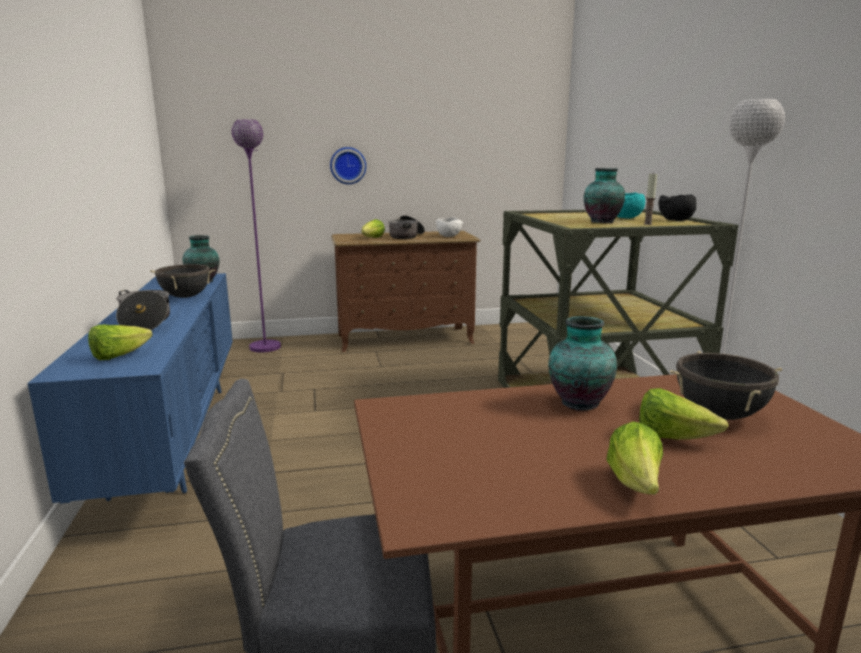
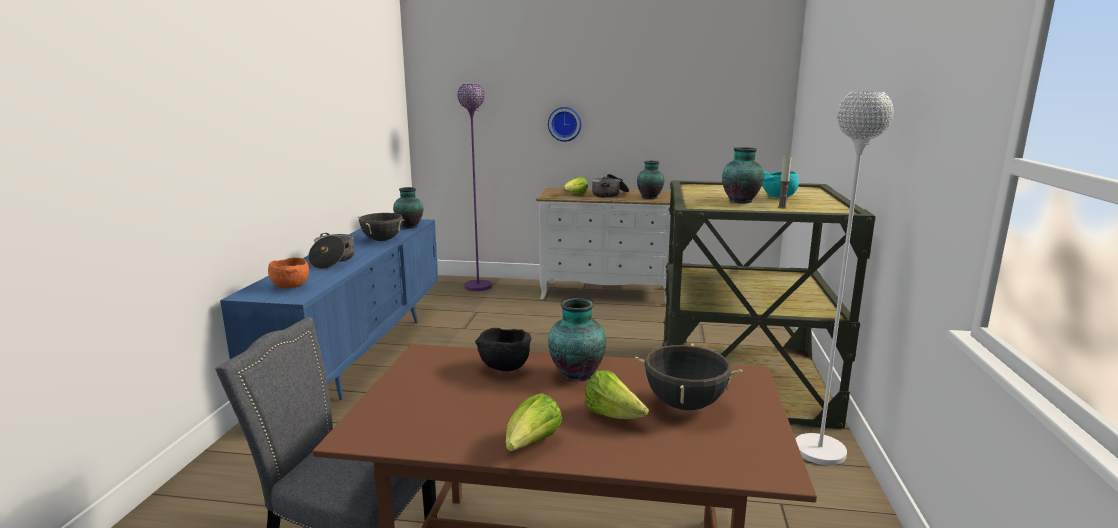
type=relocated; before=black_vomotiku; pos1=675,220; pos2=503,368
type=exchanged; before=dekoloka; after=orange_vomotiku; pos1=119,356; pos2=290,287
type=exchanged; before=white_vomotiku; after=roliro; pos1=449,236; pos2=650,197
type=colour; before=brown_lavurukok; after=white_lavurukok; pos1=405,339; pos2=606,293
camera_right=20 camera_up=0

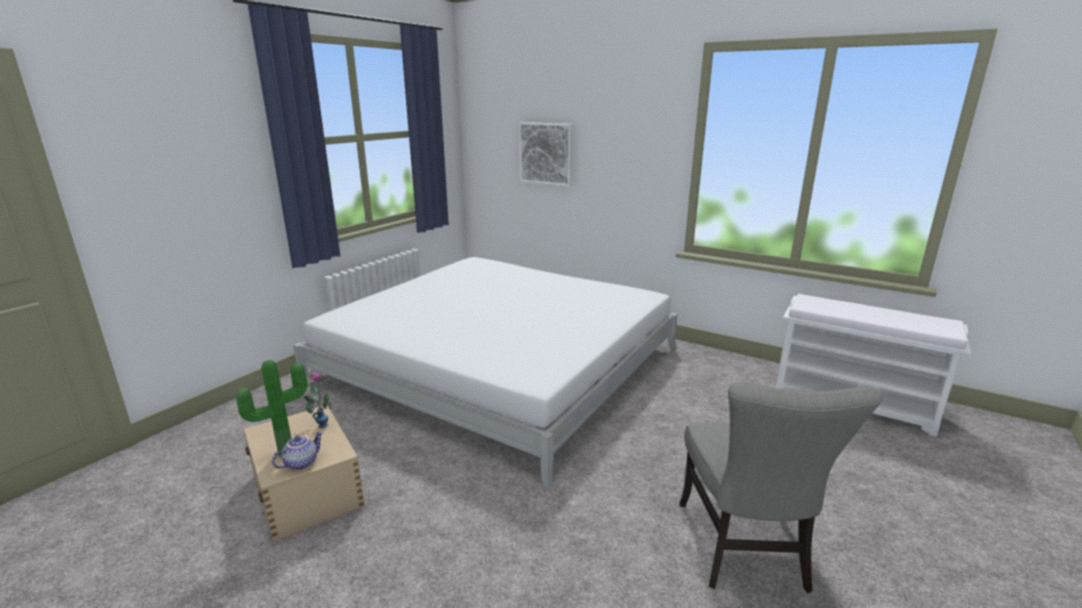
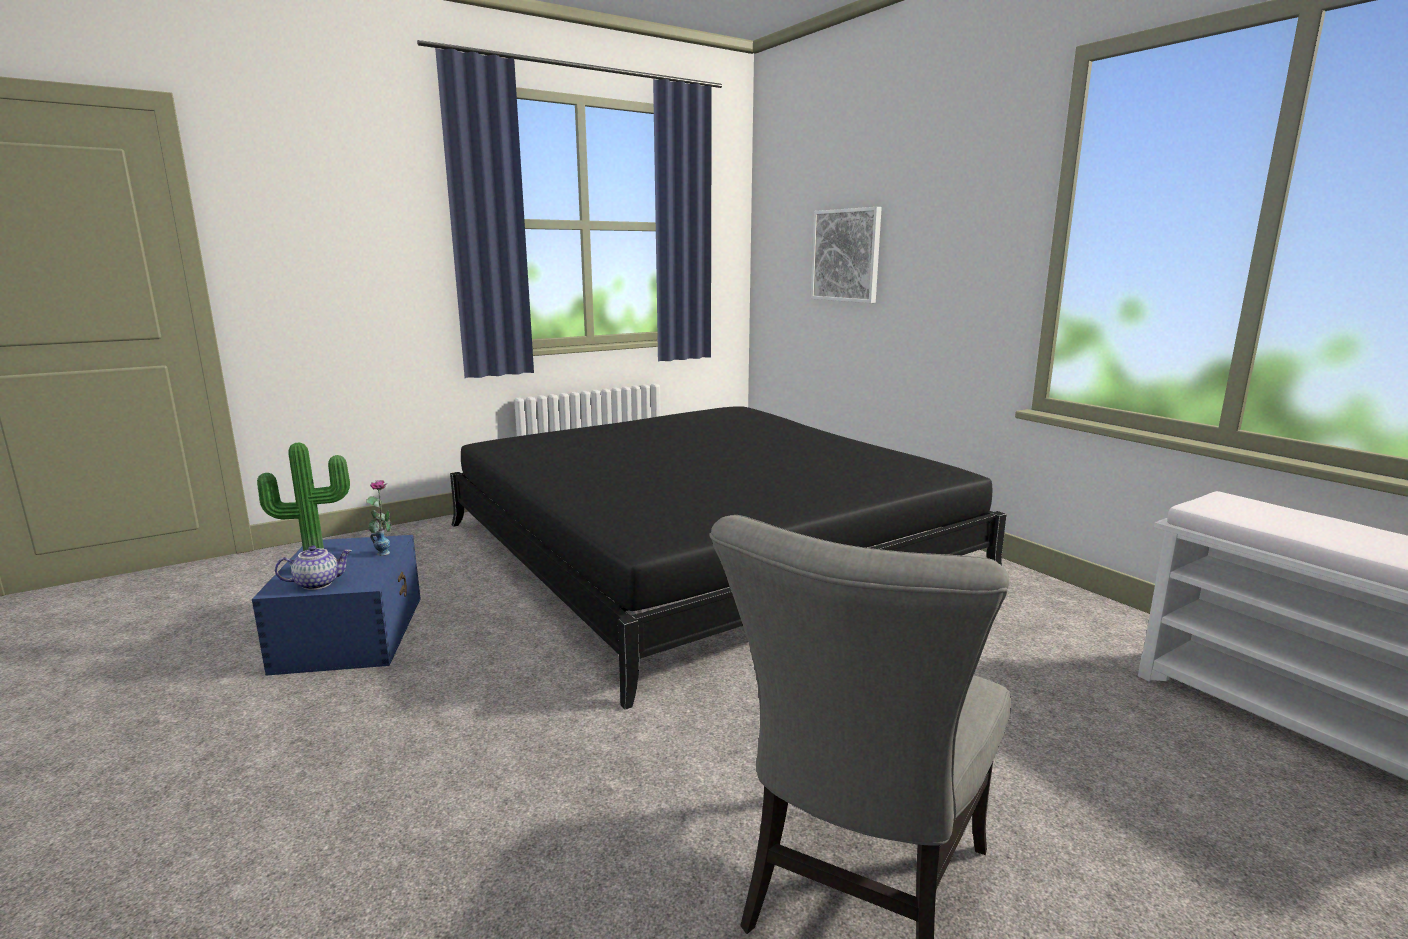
type=colour; before=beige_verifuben; after=blue_verifuben; pos1=307,489; pos2=352,632
type=colour; before=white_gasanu; after=black_gasanu; pos1=499,365; pos2=704,548
camera_right=25 camera_up=-5

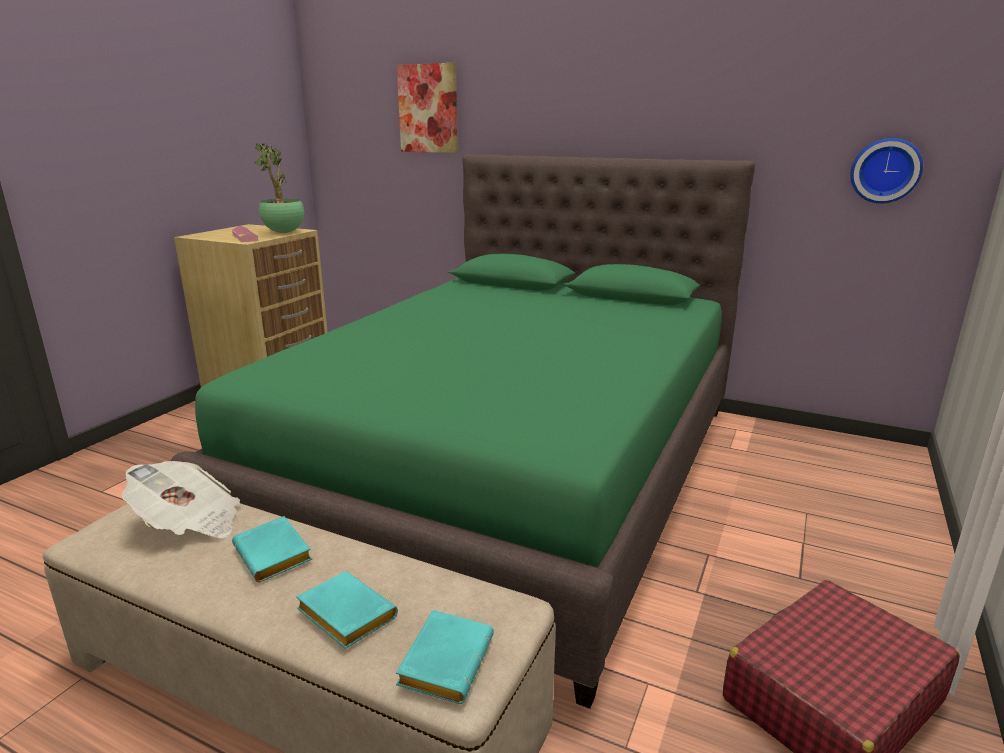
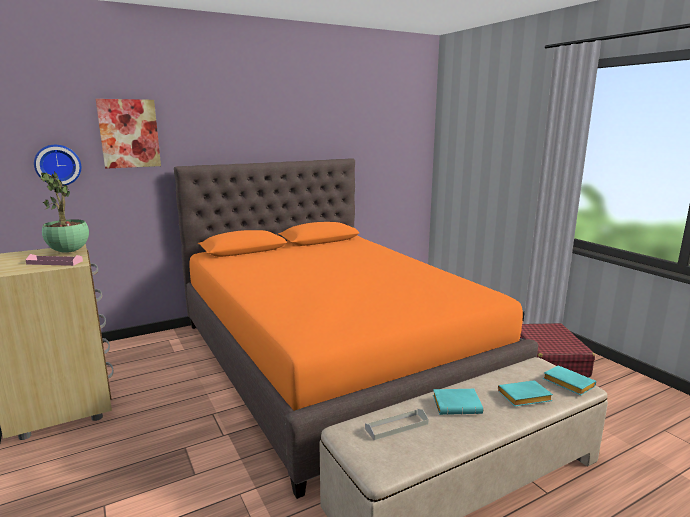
type=relocated; before=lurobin; pos1=885,170; pos2=58,165
type=exchanged; before=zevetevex; after=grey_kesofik; pos1=189,523; pos2=396,426
type=colour; before=green_gasanu; after=orange_gasanu; pos1=510,471; pos2=332,359
camera_right=-55 camera_up=-5

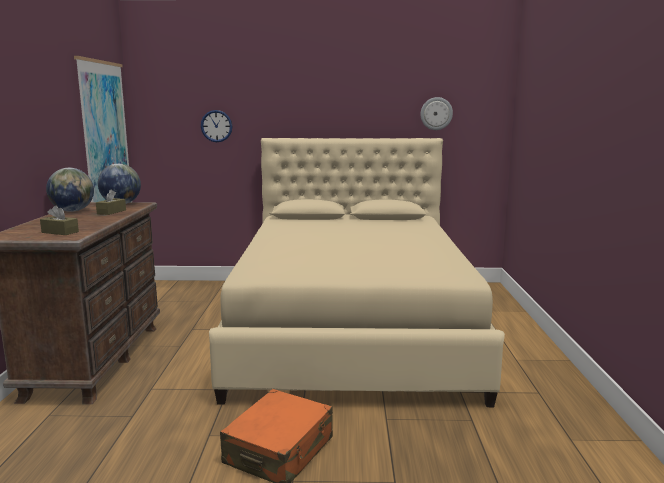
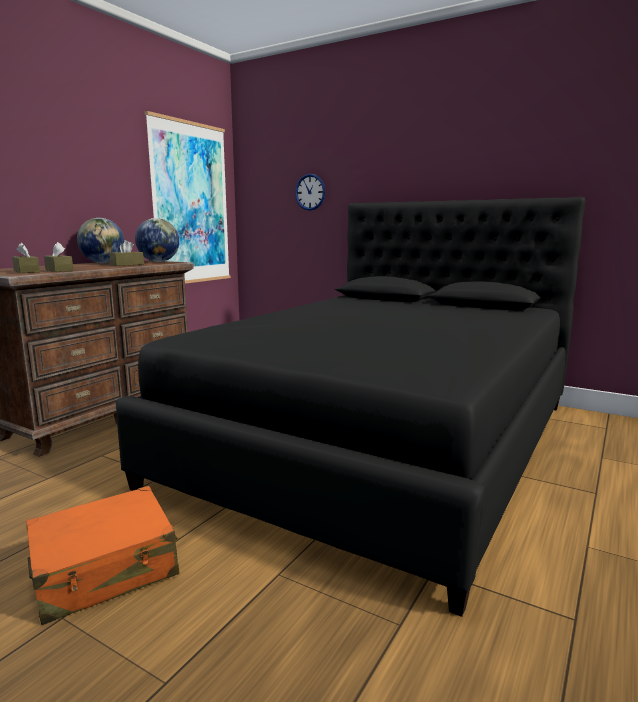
type=missing; before=lurobin; pos1=436,113
type=appeared; after=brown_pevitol; pos2=59,270
type=colour; before=beige_gasanu; after=black_gasanu; pos1=352,328; pos2=383,441
camera_right=30 camera_up=0

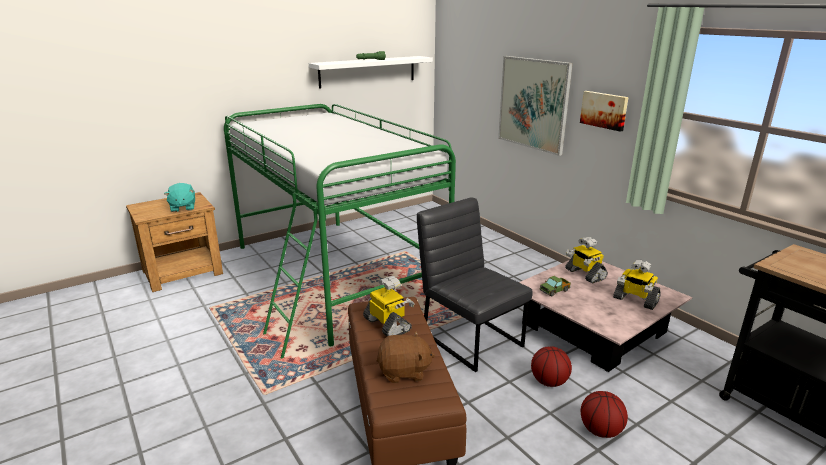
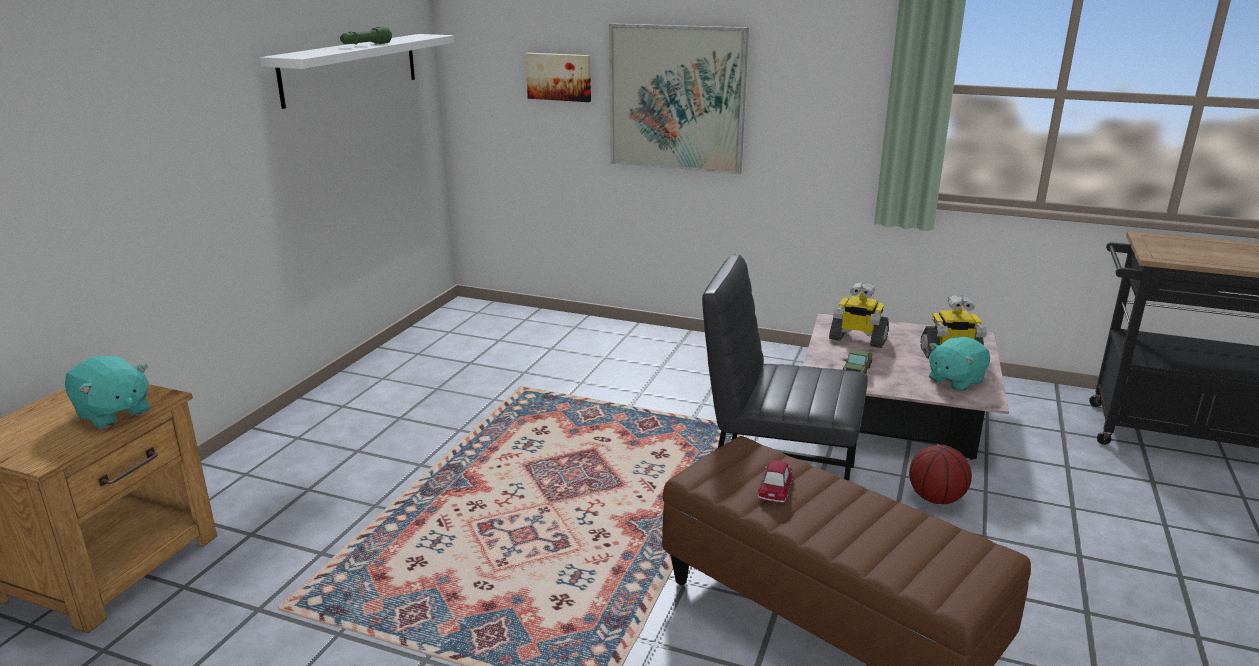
type=missing; before=green_gasanu; pos1=334,274
type=missing; before=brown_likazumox; pos1=404,372
type=missing; before=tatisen; pos1=601,431
type=appeared; after=turquoise_likazumox; pos2=955,380
type=relocated; before=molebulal; pos1=604,110; pos2=559,76
type=exchanged; before=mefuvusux; after=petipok; pos1=388,325; pos2=775,488
camera_right=-35 camera_up=0

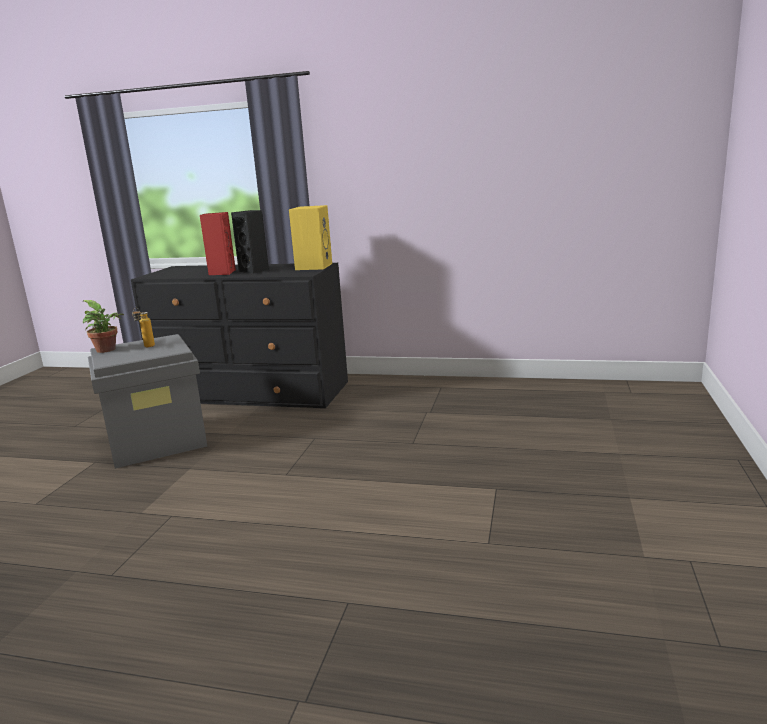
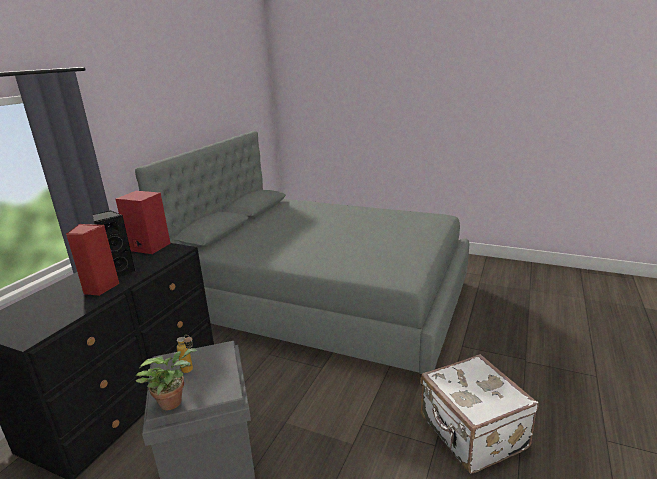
type=appeared; after=grey_gasanu; pos2=323,301
type=appeared; after=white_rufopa; pos2=471,433
type=colour; before=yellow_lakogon; after=red_lakogon; pos1=313,266; pos2=148,247
camera_right=-80 camera_up=5

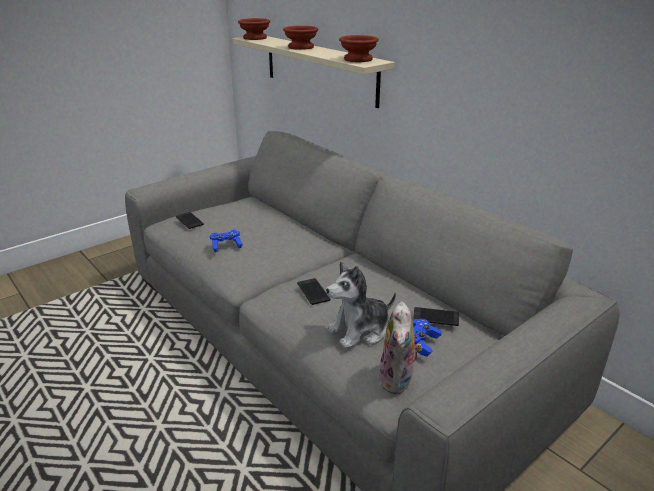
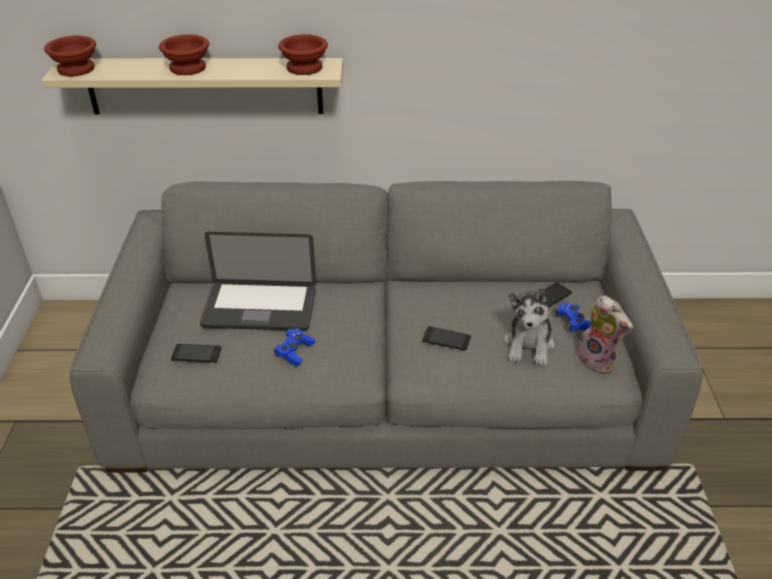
type=appeared; after=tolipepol; pos2=260,308
camera_right=-50 camera_up=10

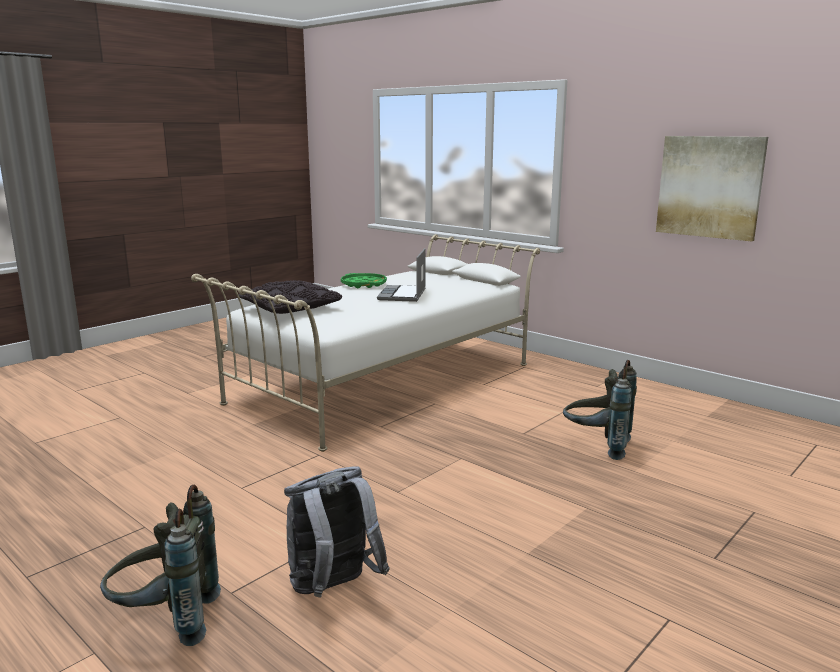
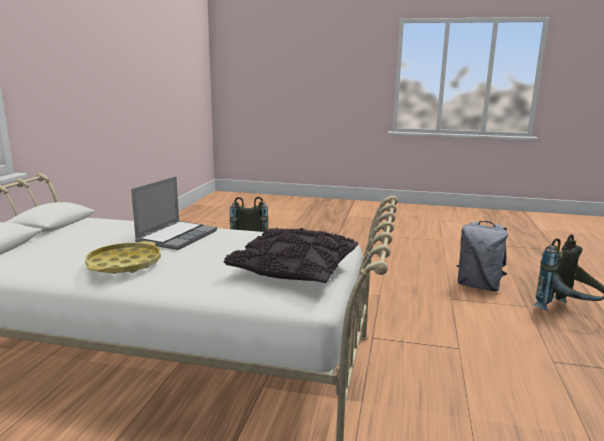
type=missing; before=molebulal; pos1=709,187
type=colour; before=green_kesofik; after=yellow_kesofik; pos1=363,284; pos2=124,264
type=spun; before=tolipepol; pos1=403,295; pos2=177,236; turn=-45
camera_right=-120 camera_up=0

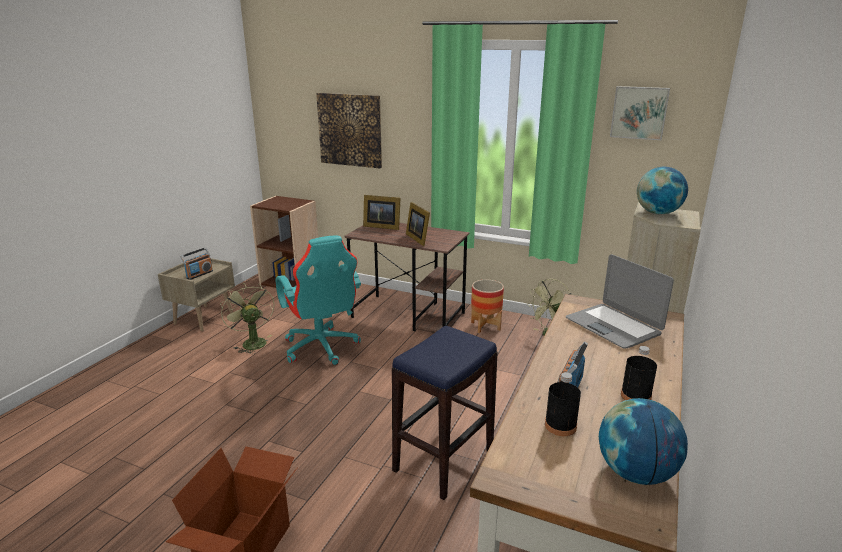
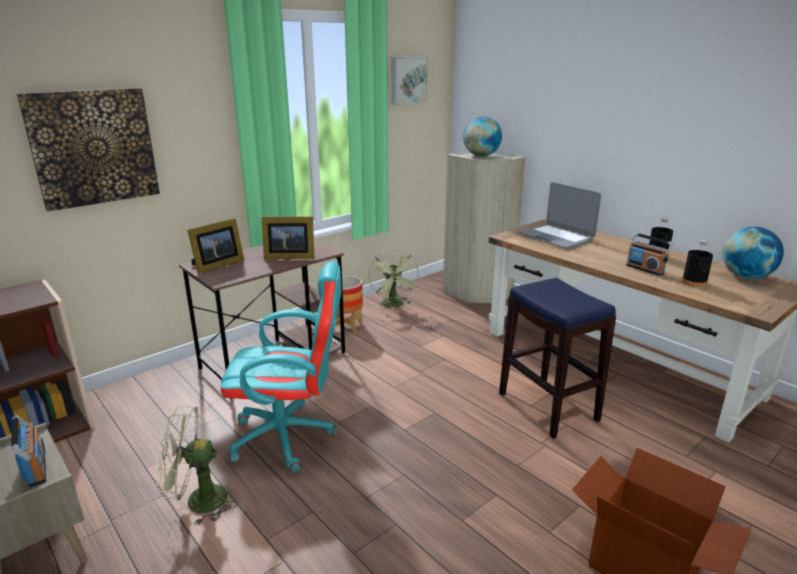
type=spun; before=tolipepol; pos1=613,326; pos2=556,237; turn=60
camera_right=-65 camera_up=0

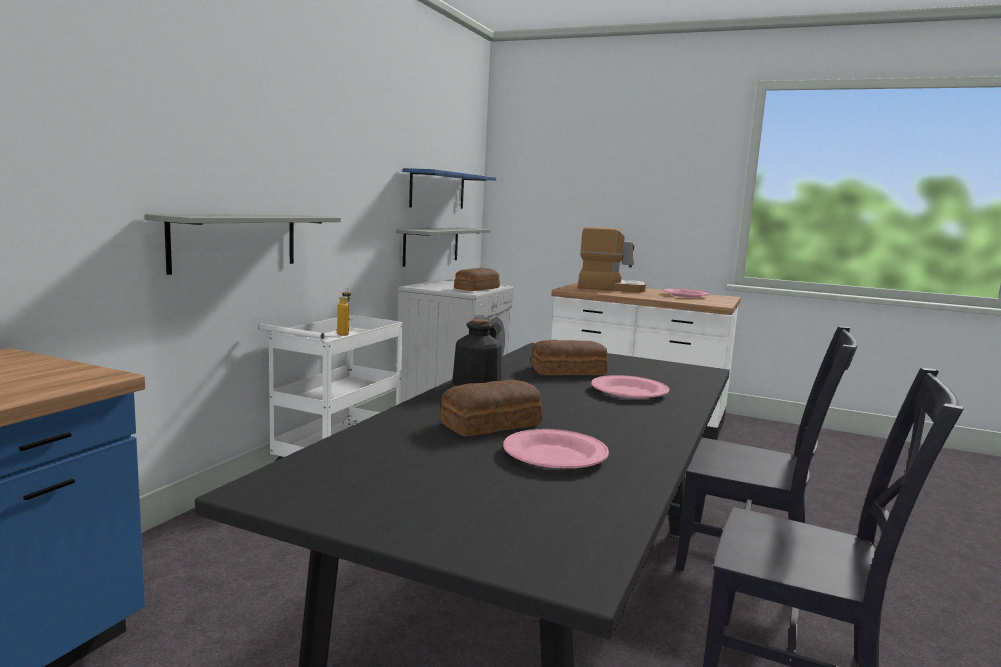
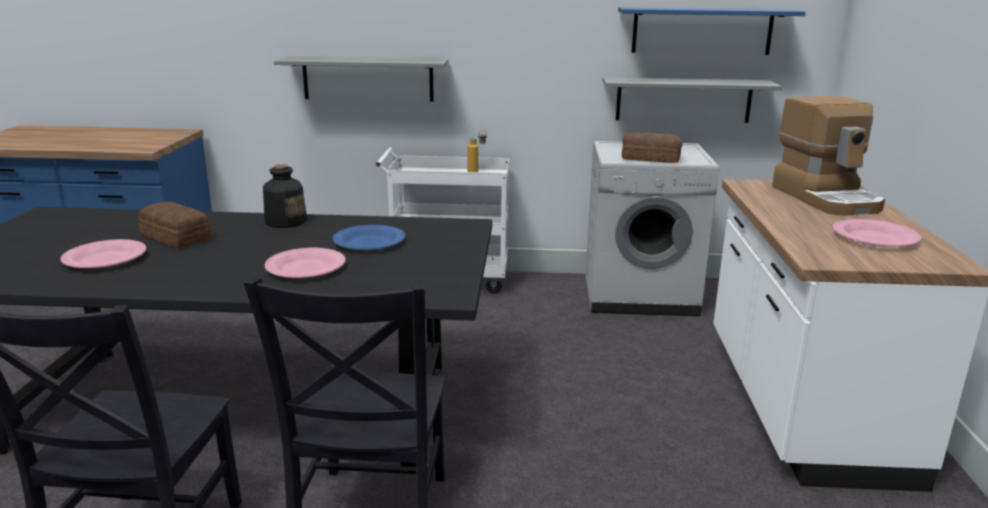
type=exchanged; before=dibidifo; after=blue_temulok; pos1=569,371; pos2=369,242
camera_right=70 camera_up=10

